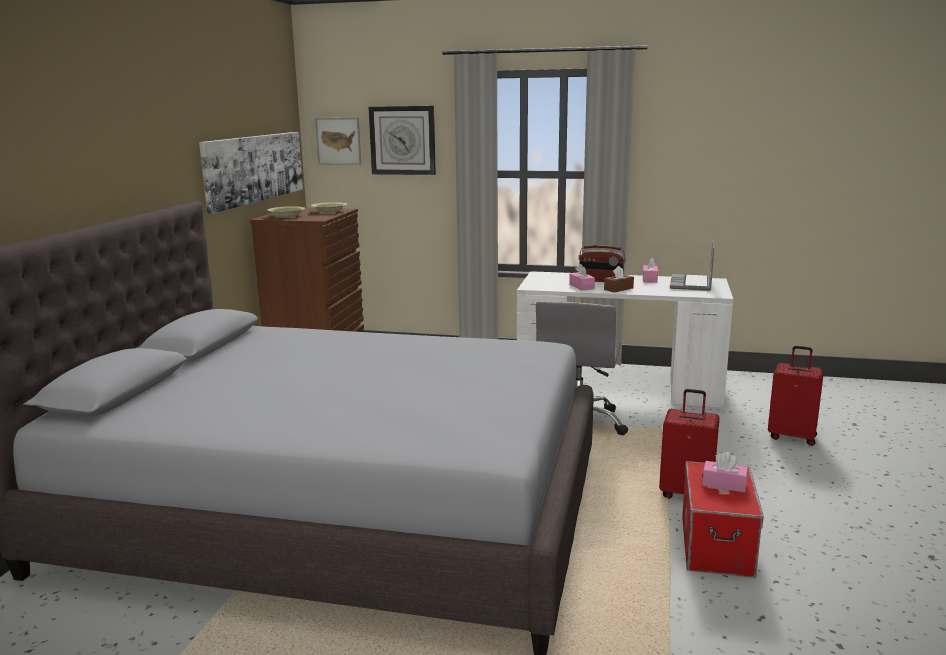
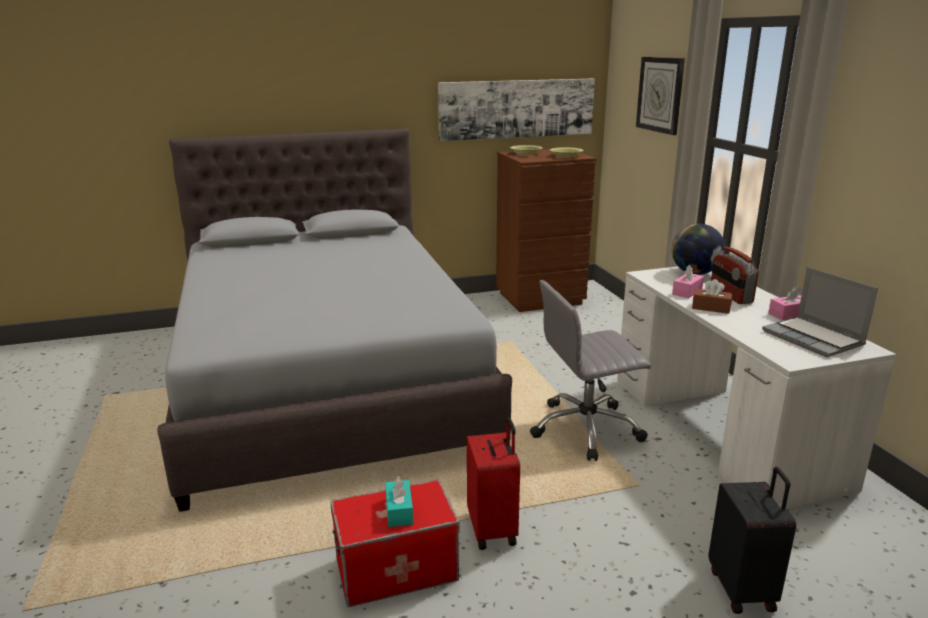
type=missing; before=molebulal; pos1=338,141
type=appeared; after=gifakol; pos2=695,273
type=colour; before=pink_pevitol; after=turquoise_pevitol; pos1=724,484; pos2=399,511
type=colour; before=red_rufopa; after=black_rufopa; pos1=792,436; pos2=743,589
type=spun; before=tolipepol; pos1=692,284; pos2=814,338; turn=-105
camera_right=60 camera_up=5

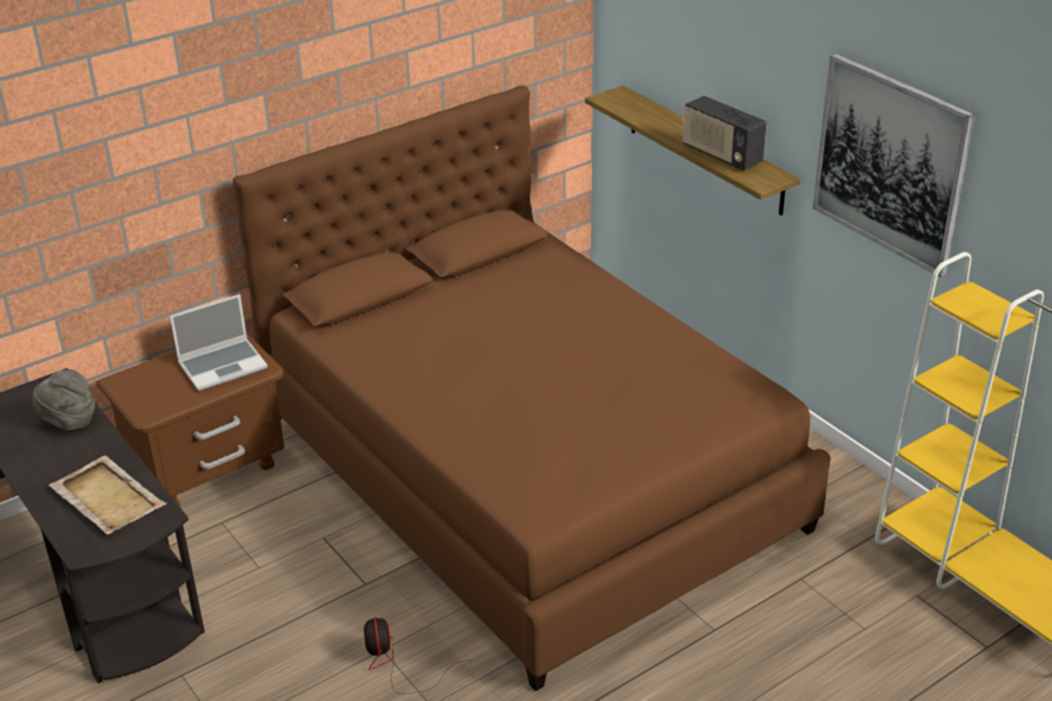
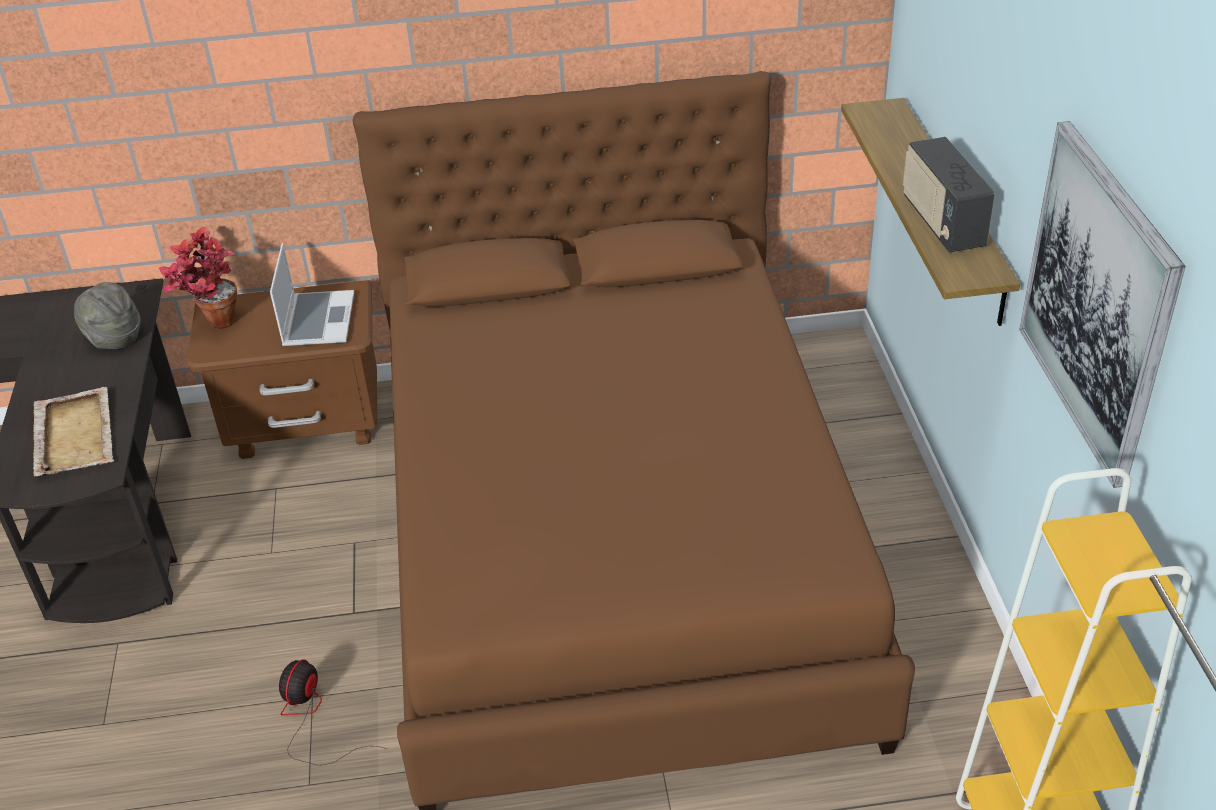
type=appeared; after=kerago; pos2=213,325
type=spun; before=tolipepol; pos1=223,365; pos2=317,320; turn=-90
camera_right=30 camera_up=5

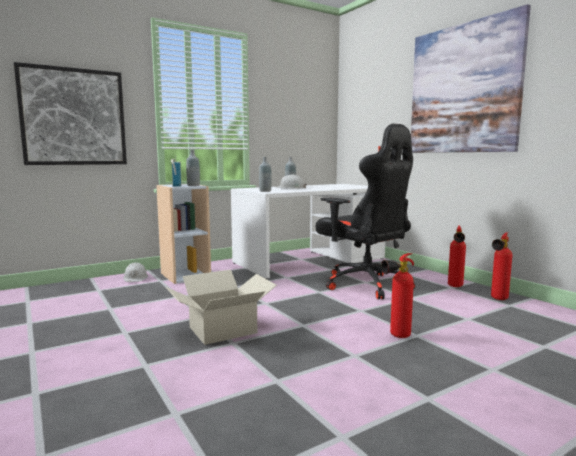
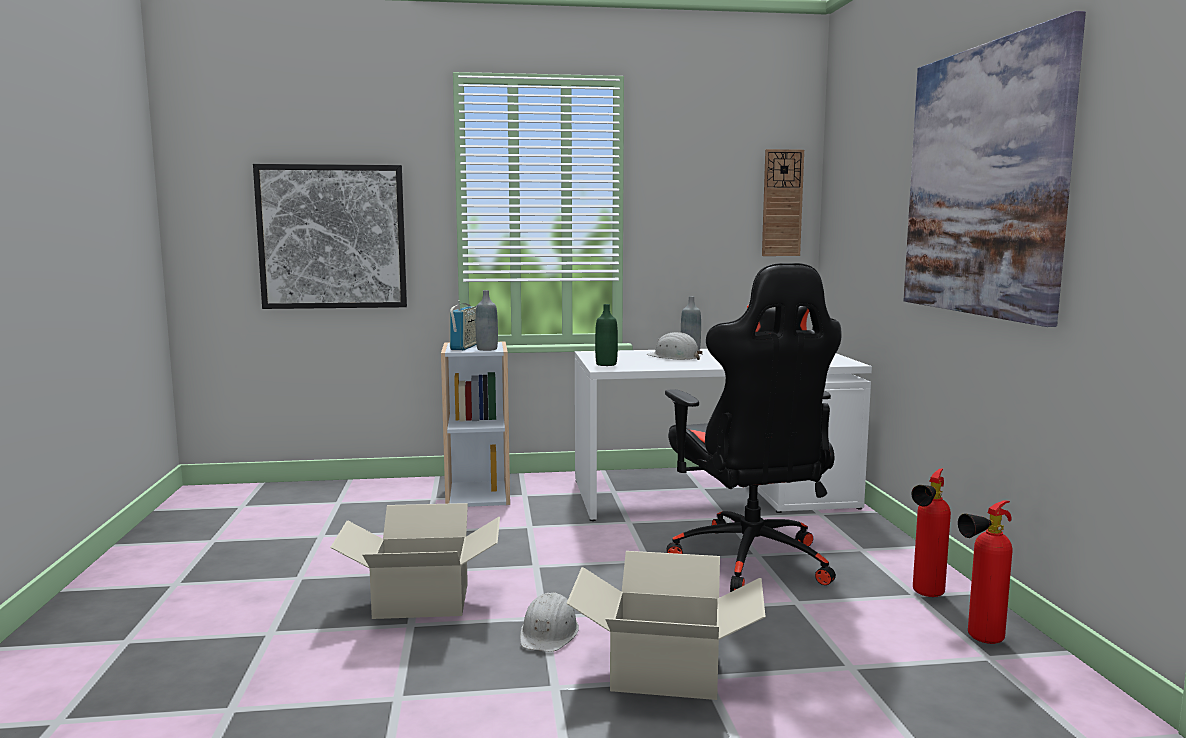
type=appeared; after=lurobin; pos2=782,203
type=relocated; before=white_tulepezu; pos1=135,278; pos2=549,633
type=exchanged; before=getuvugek; after=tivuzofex; pos1=396,336; pos2=665,670
type=colour; before=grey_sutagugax; after=green_sutagugax; pos1=265,191; pos2=606,364
camera_right=25 camera_up=0

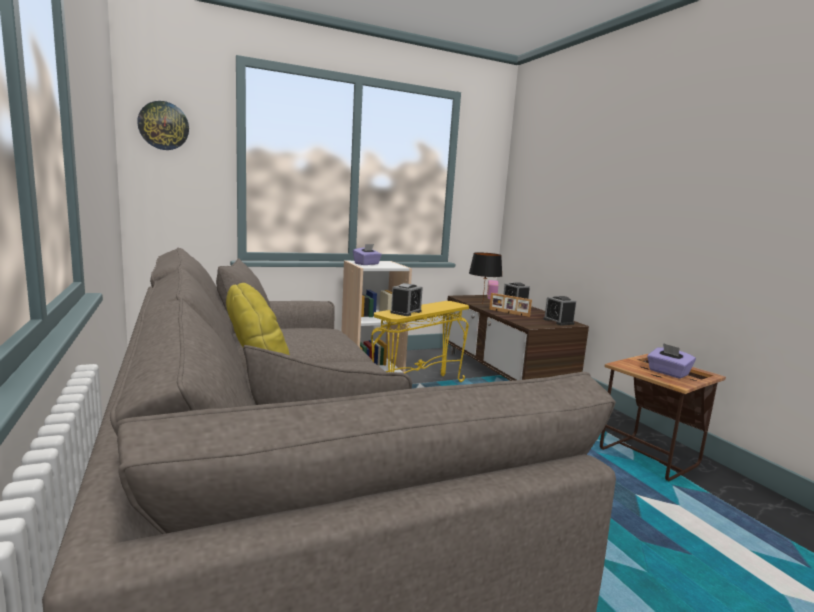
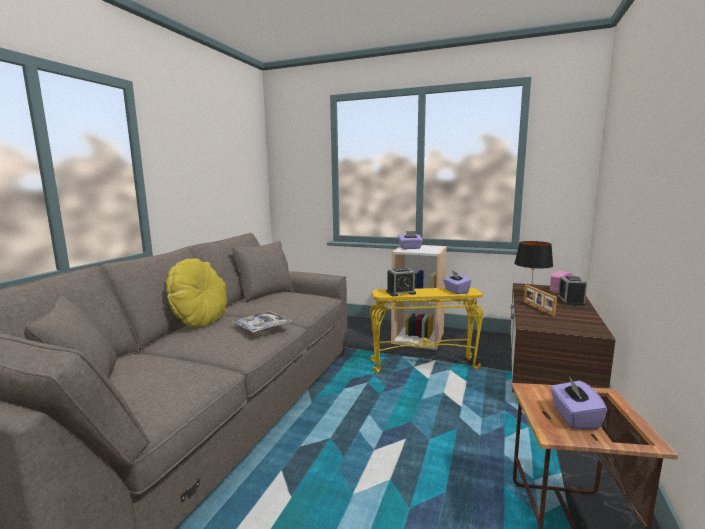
type=missing; before=lurobin; pos1=163,126
type=missing; before=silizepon; pos1=558,321
type=appeared; after=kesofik; pos2=262,327
type=appeared; after=purple_pevitol; pos2=456,291
camera_right=45 camera_up=0

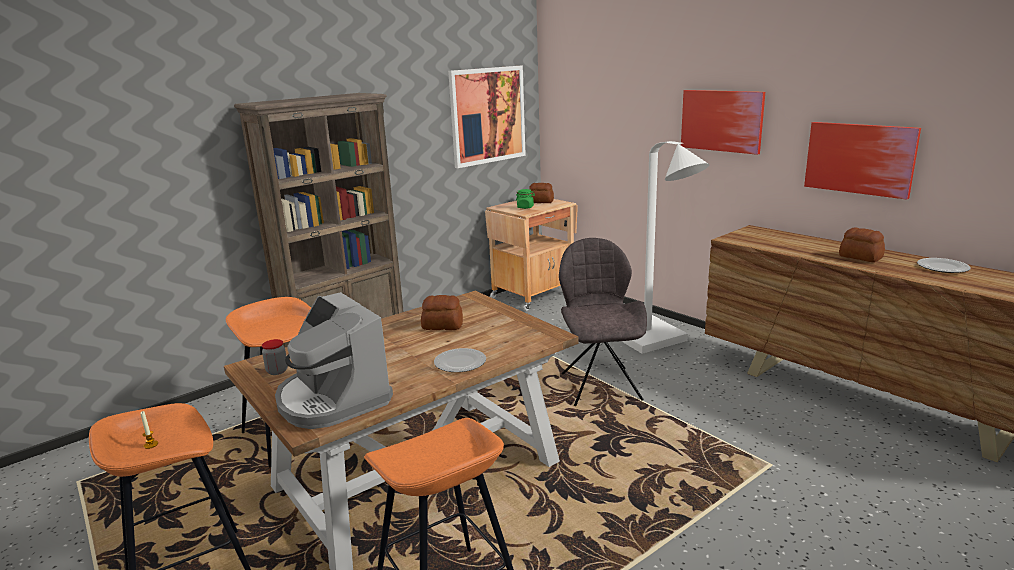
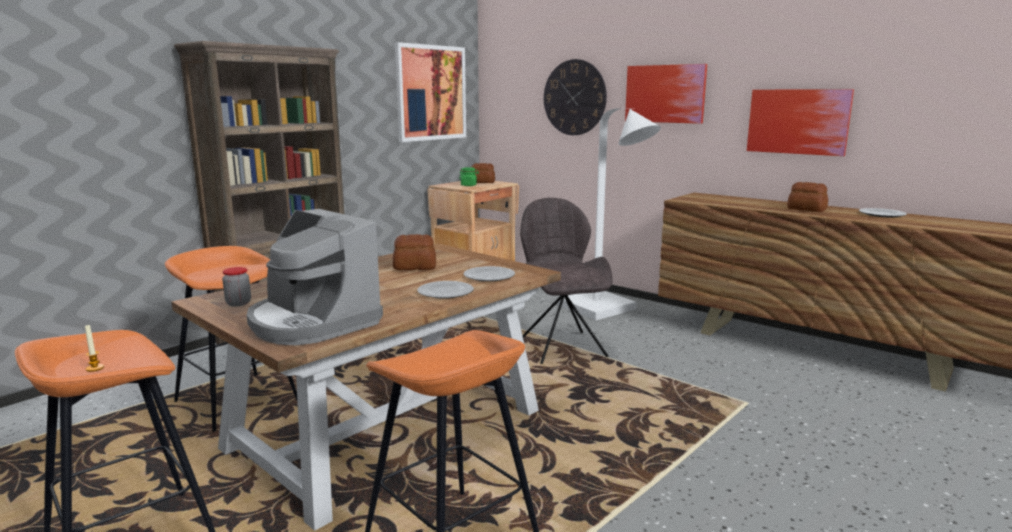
type=appeared; after=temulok; pos2=489,276
type=appeared; after=lurobin; pos2=574,97
camera_right=-10 camera_up=-5

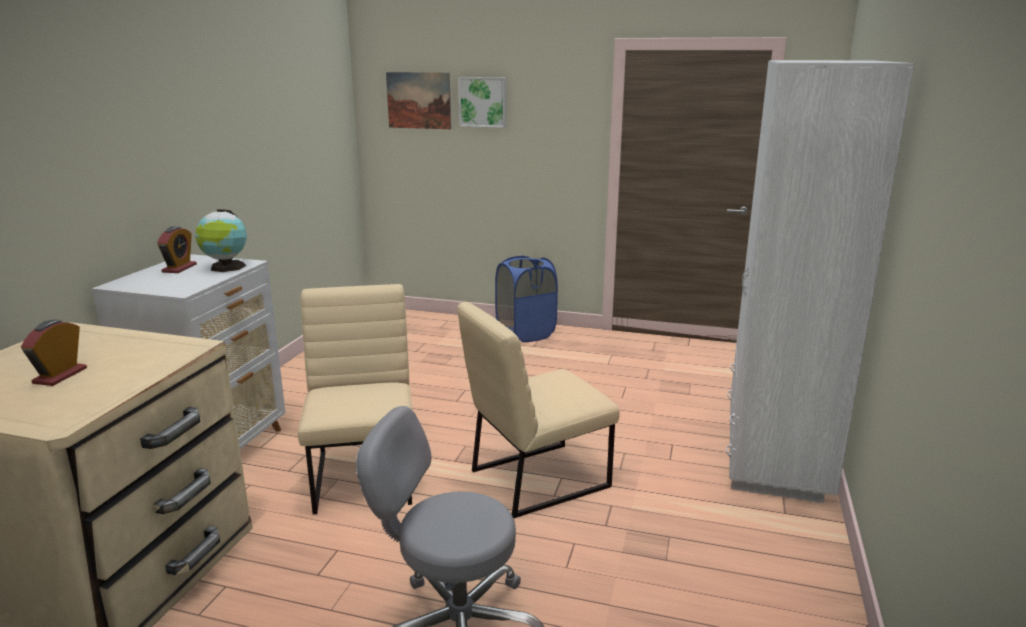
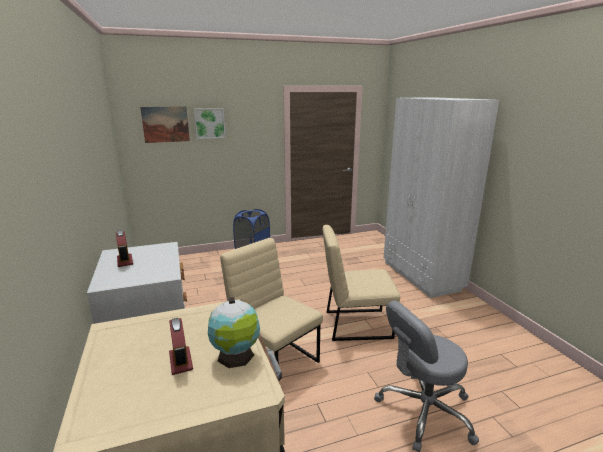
type=relocated; before=gifakol; pos1=226,267; pos2=236,357
type=spun; before=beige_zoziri; pos1=535,479; pos2=355,324; turn=60
camera_right=-35 camera_up=0

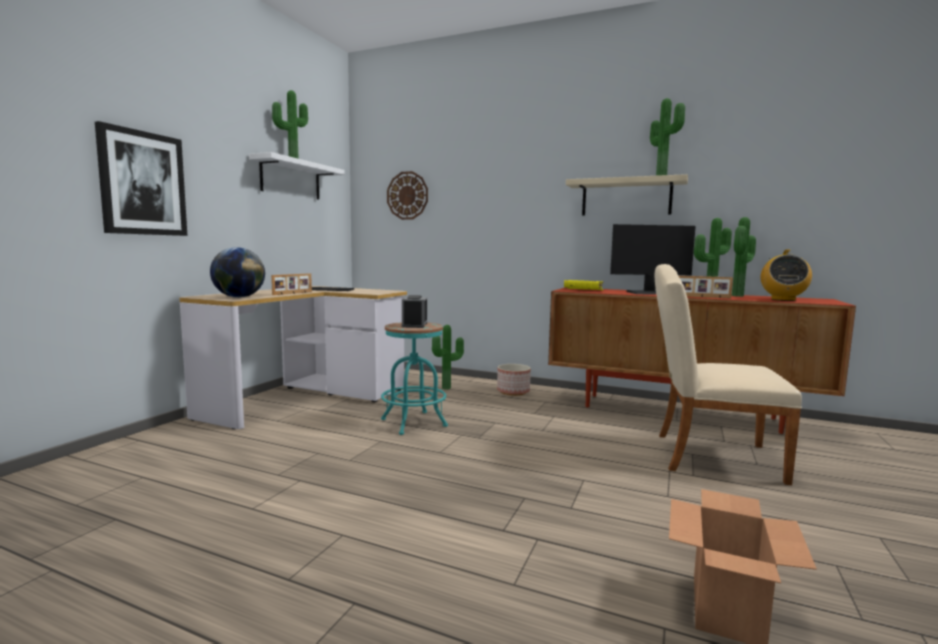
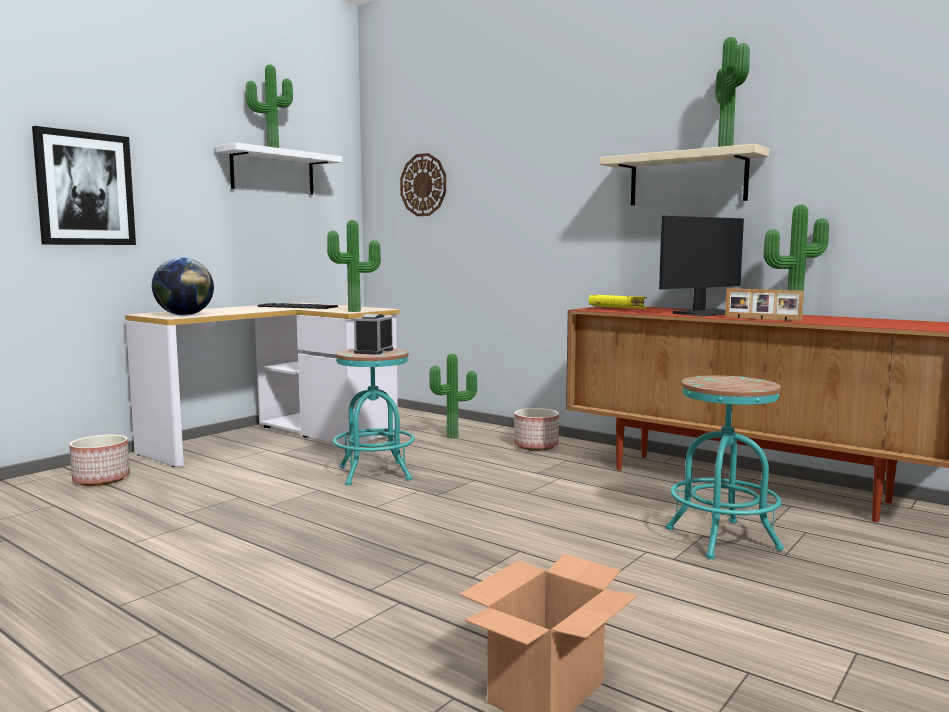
type=missing; before=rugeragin; pos1=293,293
type=missing; before=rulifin; pos1=782,299
type=appeared; after=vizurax; pos2=101,479
type=relocated; before=kerago; pos1=740,296; pos2=355,311
type=exchanged; before=beige_zoziri; after=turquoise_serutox; pos1=707,456; pos2=722,539
type=spun; before=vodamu; pos1=652,293; pos2=707,313; turn=-45
camera_right=15 camera_up=0

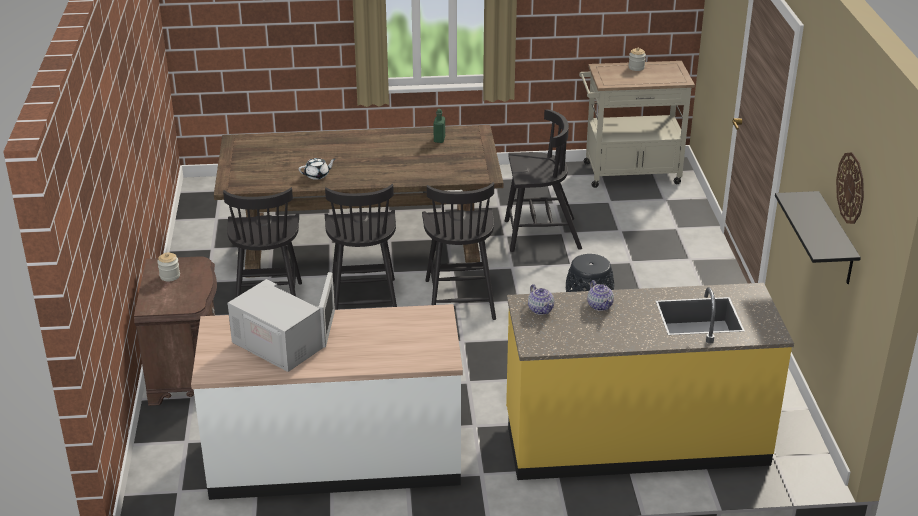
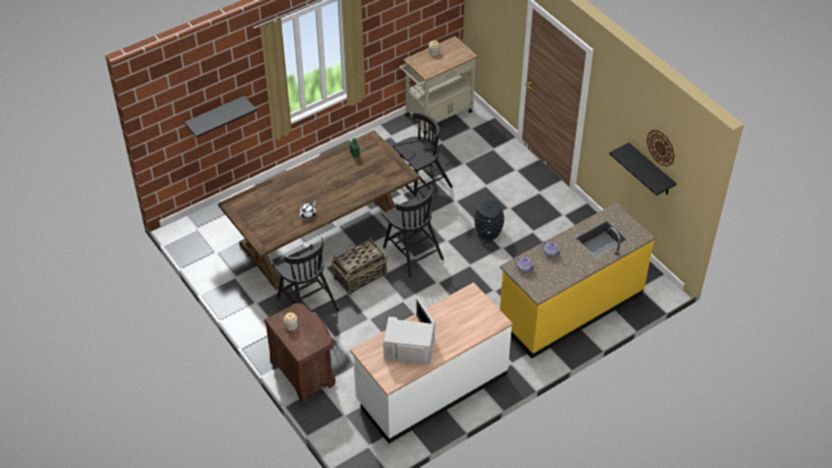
type=appeared; after=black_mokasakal; pos2=215,116
type=exchanged; before=black_zoziri; after=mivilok; pos1=364,299; pos2=360,277
camera_right=-30 camera_up=15

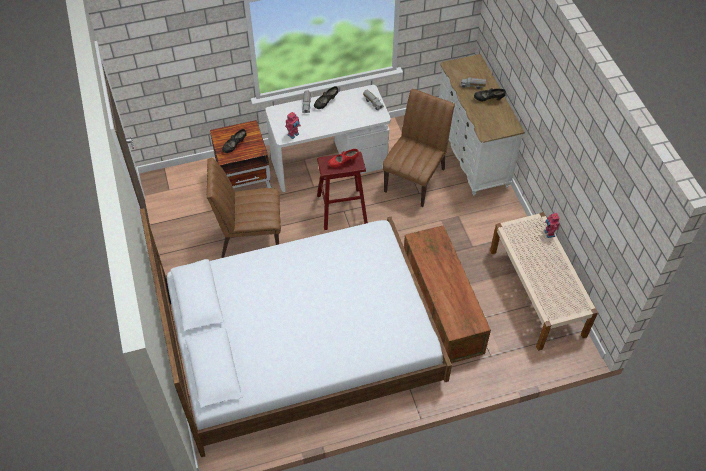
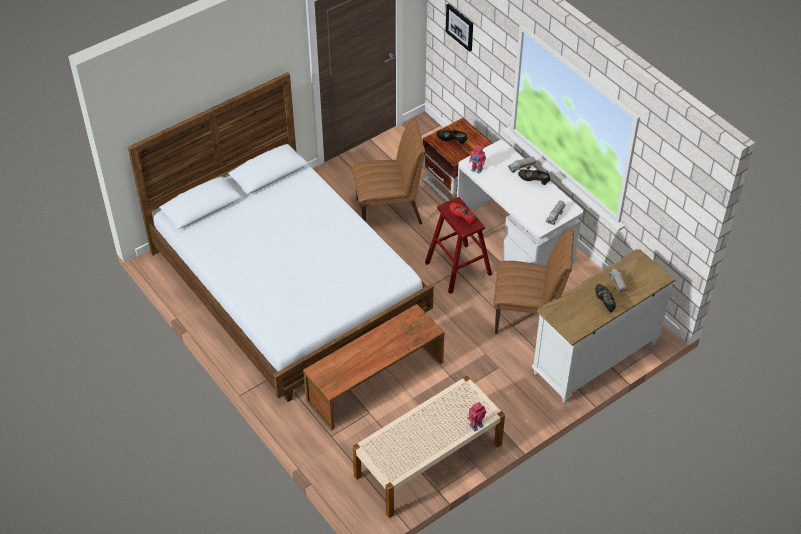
type=appeared; after=molebulal; pos2=460,27
type=spun; before=brown_zoziri; pos1=251,238; pos2=388,212; turn=105
camera_right=70 camera_up=-5

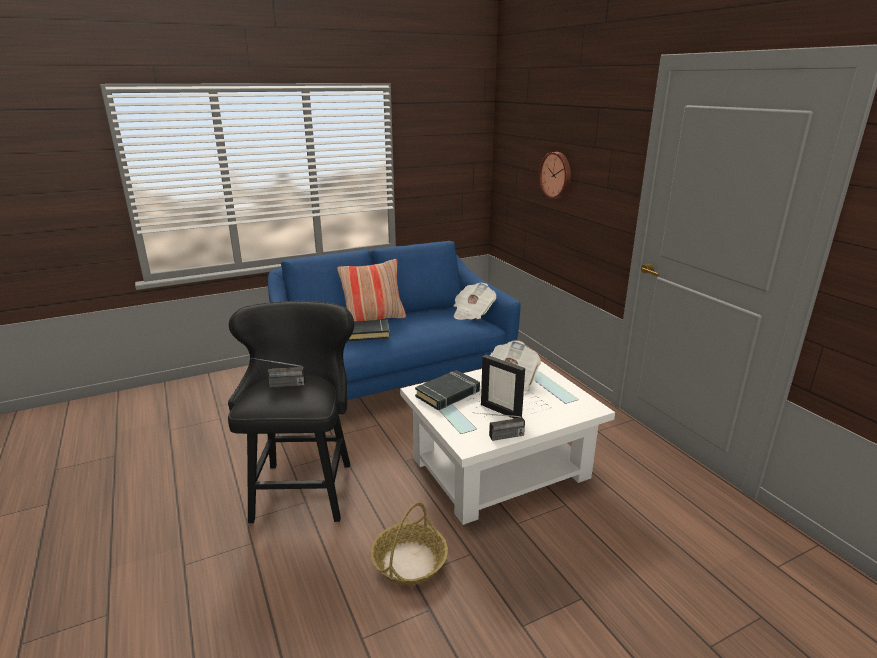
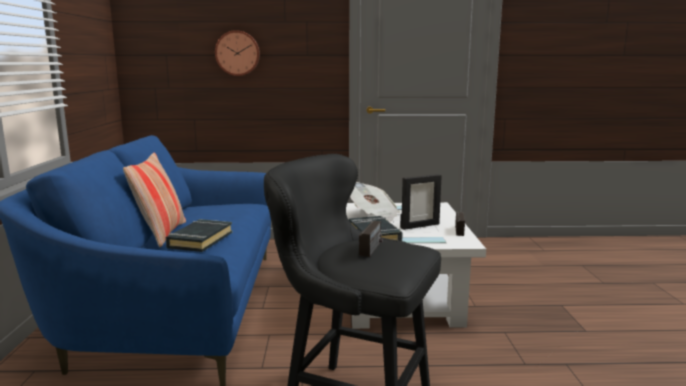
type=missing; before=mivilok; pos1=409,562
type=missing; before=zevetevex; pos1=472,313
camera_right=-65 camera_up=-10

